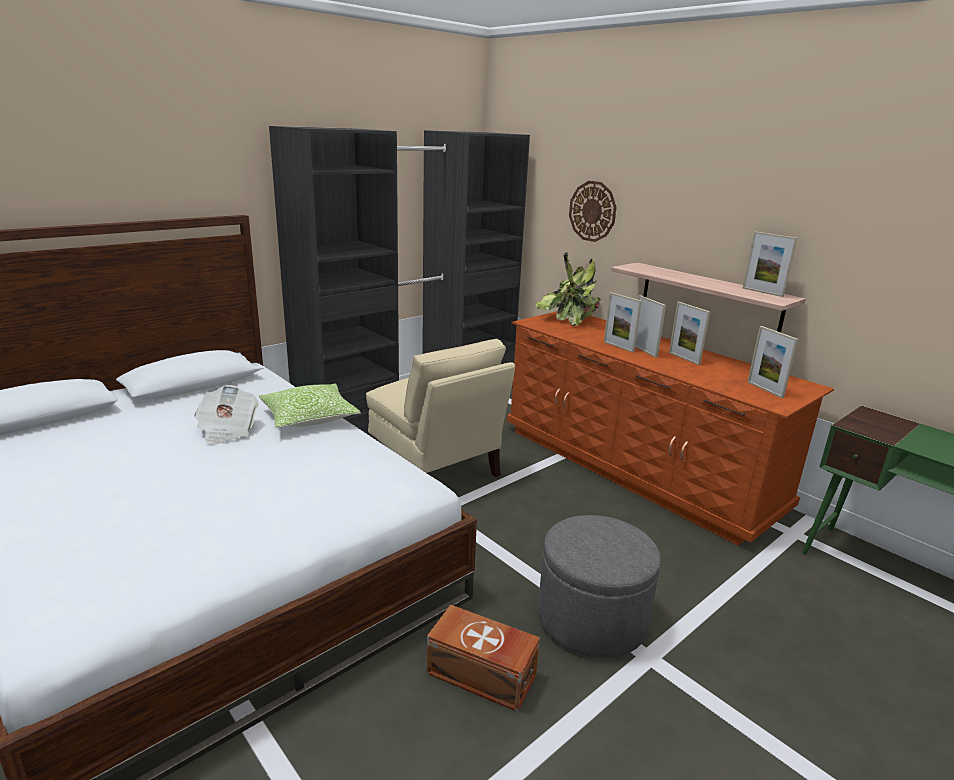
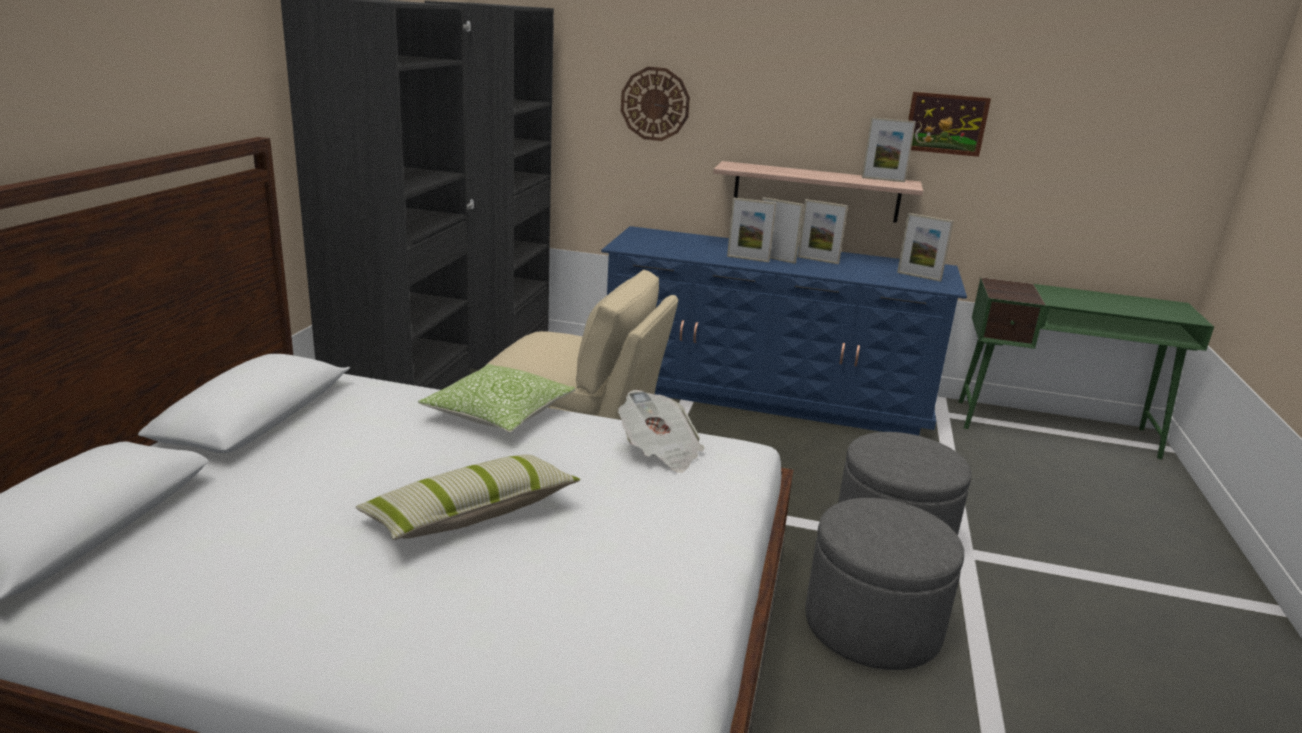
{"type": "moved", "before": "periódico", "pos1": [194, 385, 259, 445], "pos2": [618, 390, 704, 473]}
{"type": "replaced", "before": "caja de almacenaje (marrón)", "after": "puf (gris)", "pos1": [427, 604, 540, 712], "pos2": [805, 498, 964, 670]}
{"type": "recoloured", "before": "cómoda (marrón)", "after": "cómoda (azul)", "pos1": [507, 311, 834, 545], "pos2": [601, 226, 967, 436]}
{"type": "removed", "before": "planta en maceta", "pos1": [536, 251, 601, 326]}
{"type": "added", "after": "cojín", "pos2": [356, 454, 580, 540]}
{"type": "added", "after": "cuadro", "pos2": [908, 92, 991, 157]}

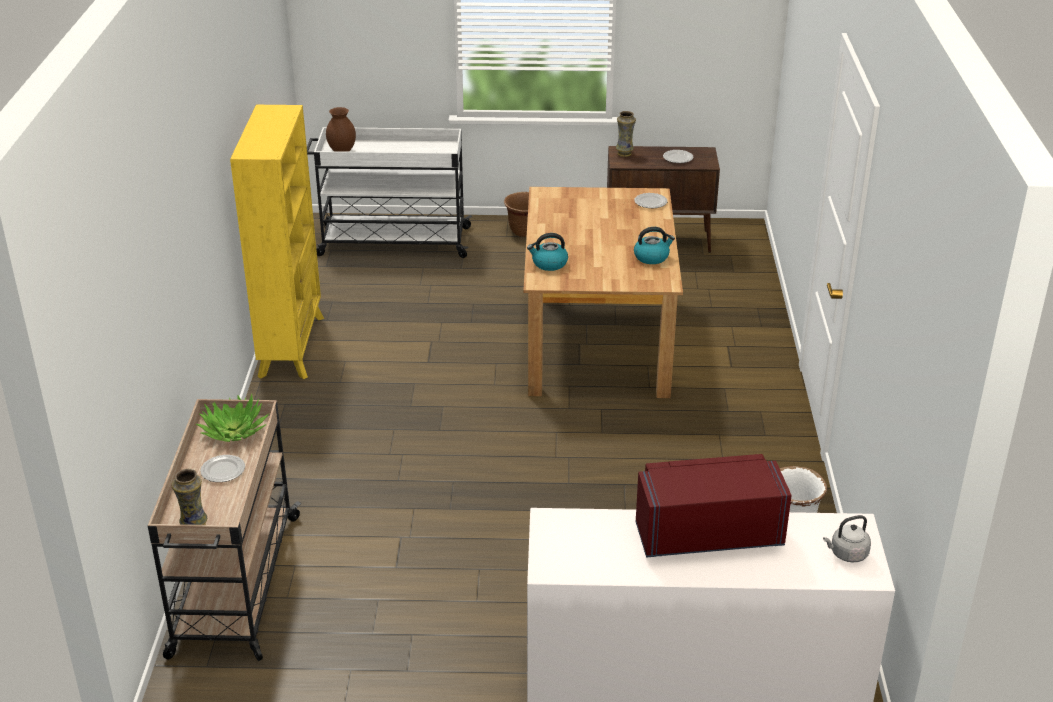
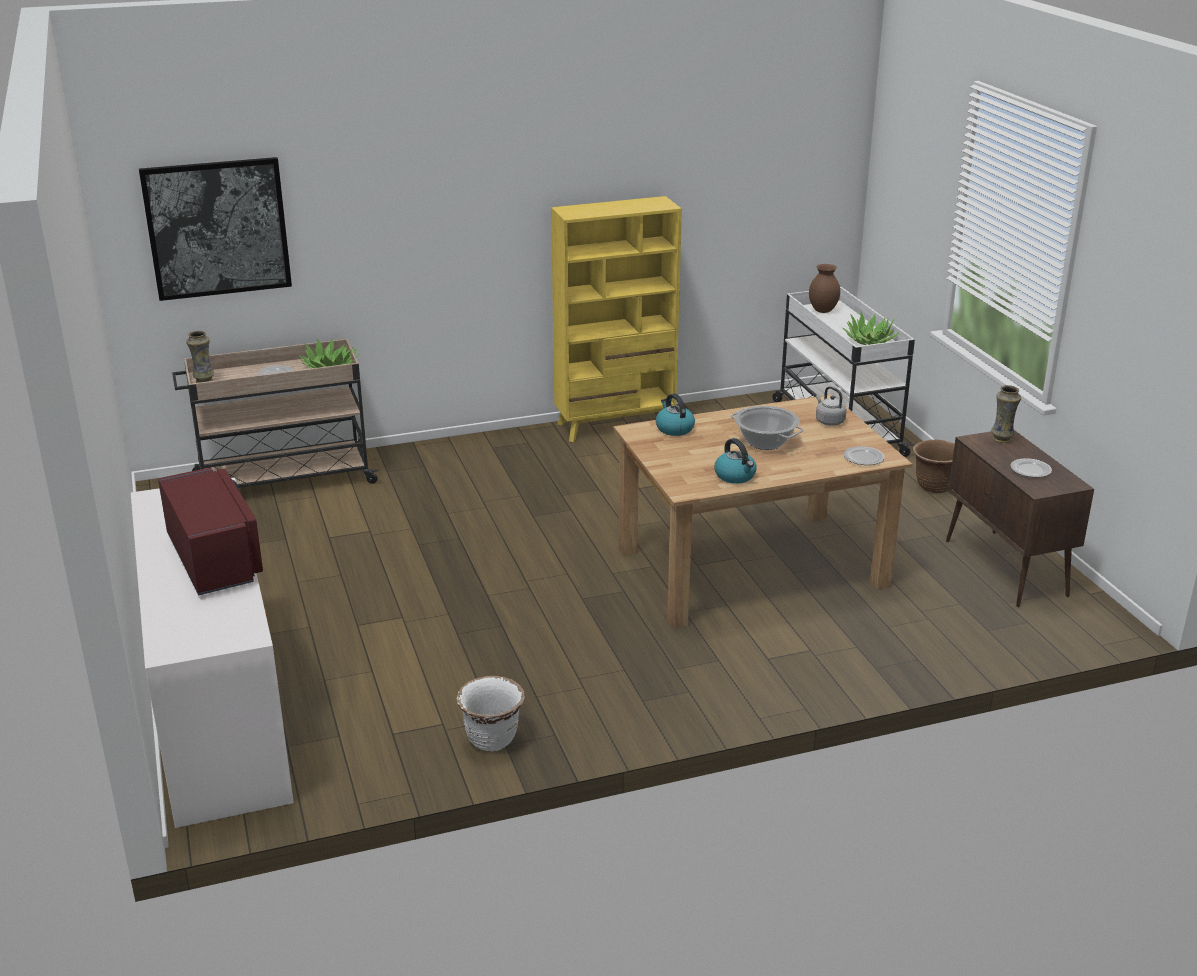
{"type": "moved", "before": "hervidor (gris)", "pos1": [823, 515, 871, 562], "pos2": [816, 386, 846, 426]}
{"type": "added", "after": "cuadro", "pos2": [139, 157, 292, 301]}
{"type": "added", "after": "olla", "pos2": [730, 406, 804, 450]}
{"type": "added", "after": "planta en maceta", "pos2": [843, 312, 900, 345]}

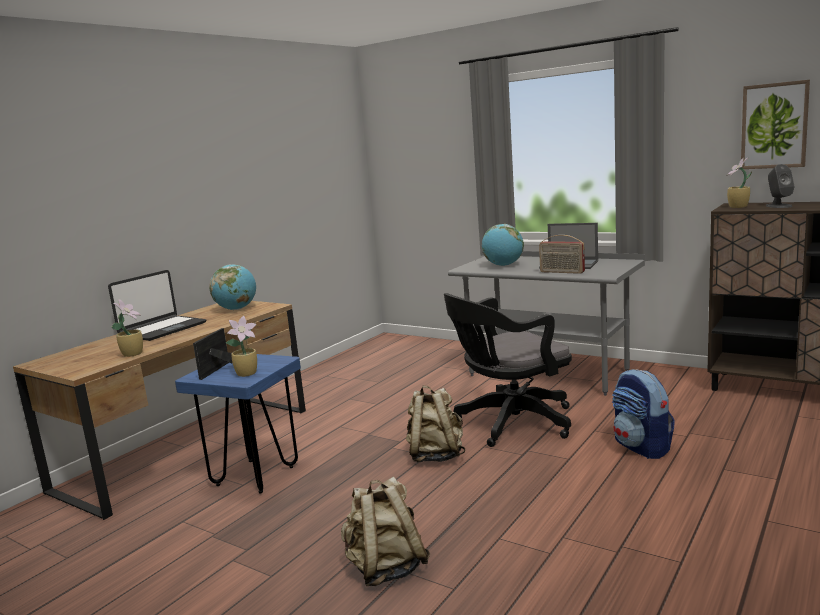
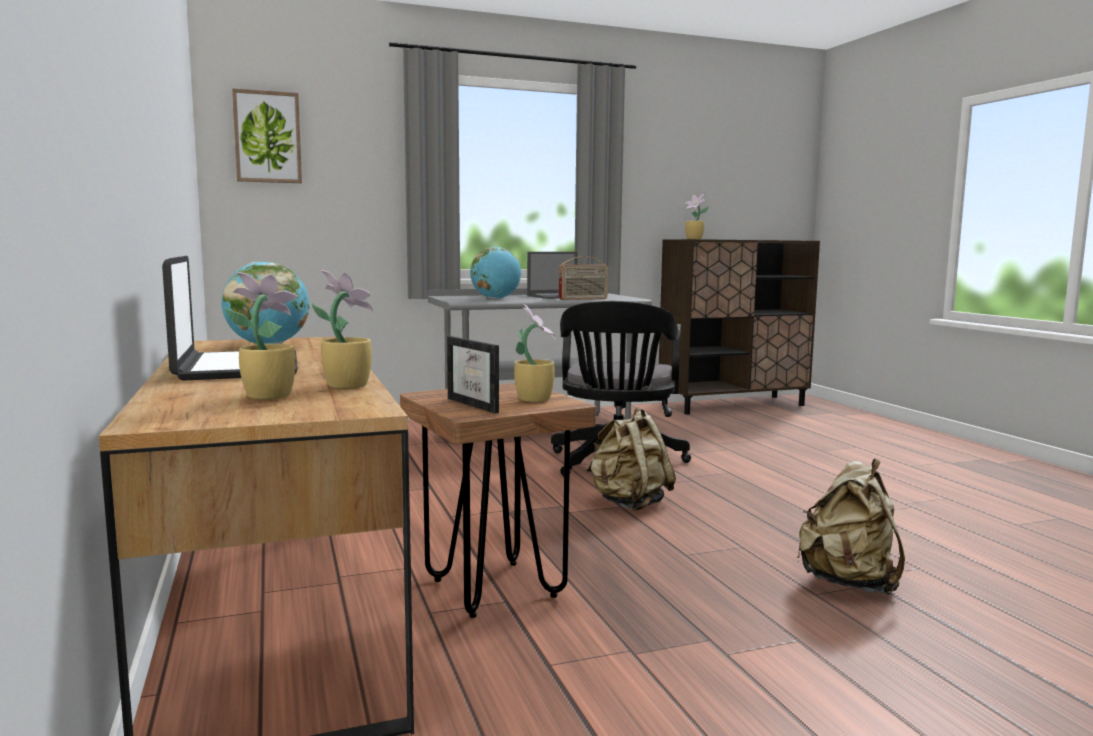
{"type": "recoloured", "before": "taburete (azul)", "after": "taburete (marrón)", "pos1": [175, 354, 301, 494], "pos2": [400, 383, 596, 618]}
{"type": "removed", "before": "mochila", "pos1": [612, 369, 675, 459]}
{"type": "moved", "before": "cuadro", "pos1": [741, 80, 810, 169], "pos2": [232, 88, 302, 183]}
{"type": "removed", "before": "altavoz (gris)", "pos1": [766, 164, 794, 208]}
{"type": "added", "after": "planta en maceta", "pos2": [225, 272, 298, 400]}

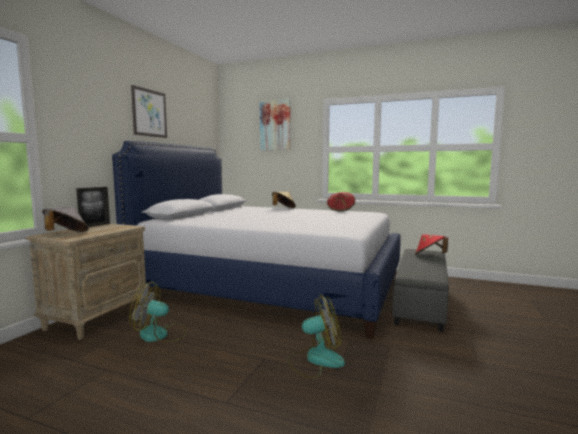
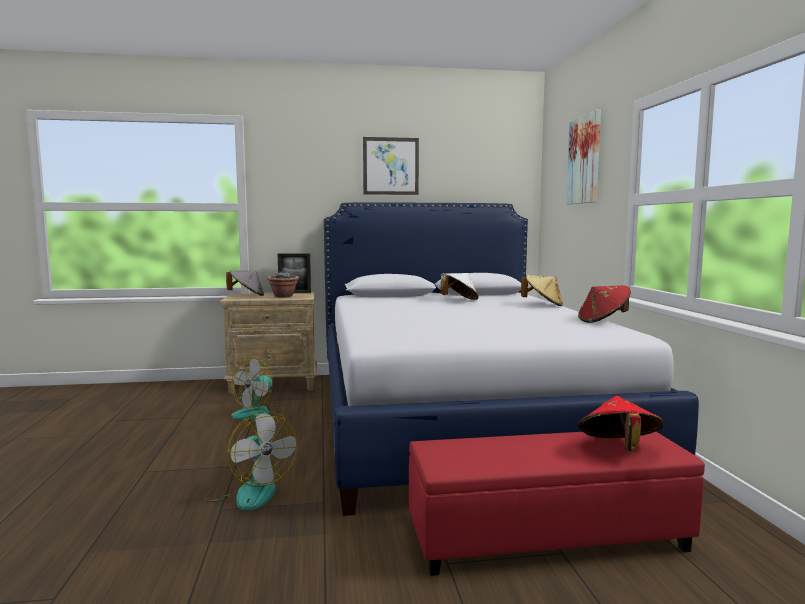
{"type": "turned", "before": "ventilador", "pos1": [129, 282, 186, 342], "pos2": [231, 357, 283, 420], "turn": -120}
{"type": "recoloured", "before": "puf (gris)", "after": "puf (rojo)", "pos1": [392, 249, 449, 332], "pos2": [409, 432, 705, 576]}
{"type": "added", "after": "planta en maceta", "pos2": [267, 271, 299, 297]}
{"type": "added", "after": "sombrero (blanco)", "pos2": [440, 273, 479, 300]}

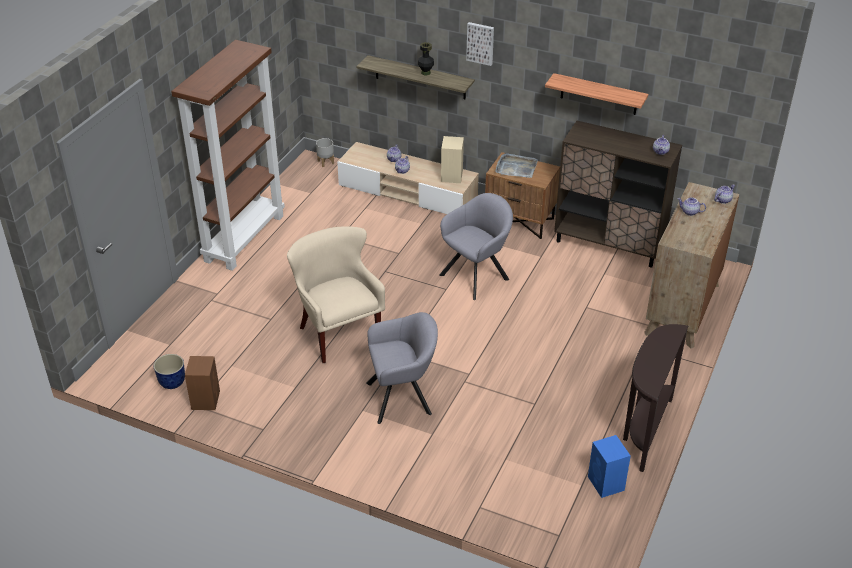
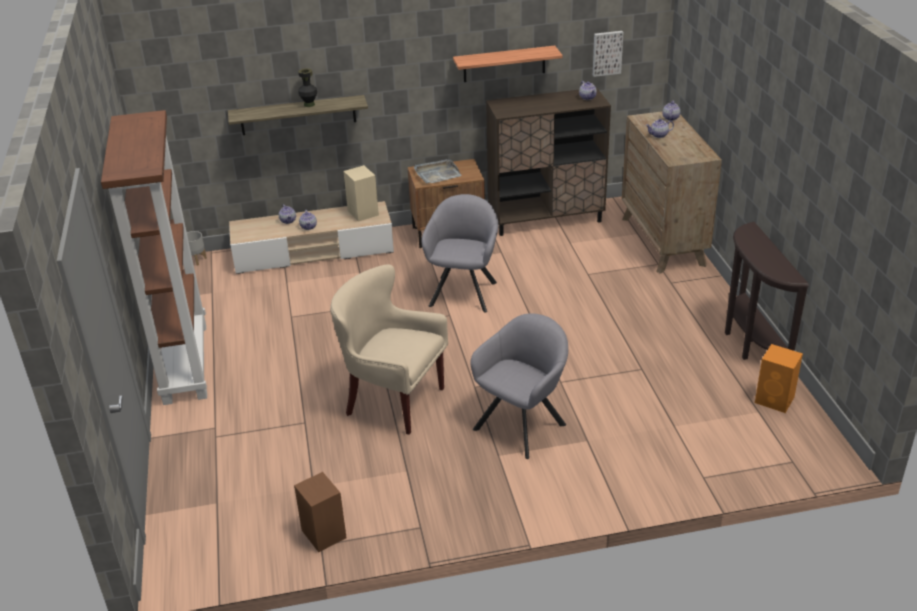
{"type": "removed", "before": "maceta", "pos1": [154, 354, 185, 389]}
{"type": "moved", "before": "cuadro", "pos1": [466, 22, 494, 66], "pos2": [593, 31, 624, 77]}
{"type": "recoloured", "before": "altavoz (azul)", "after": "altavoz (naranja)", "pos1": [588, 435, 631, 498], "pos2": [755, 344, 803, 413]}

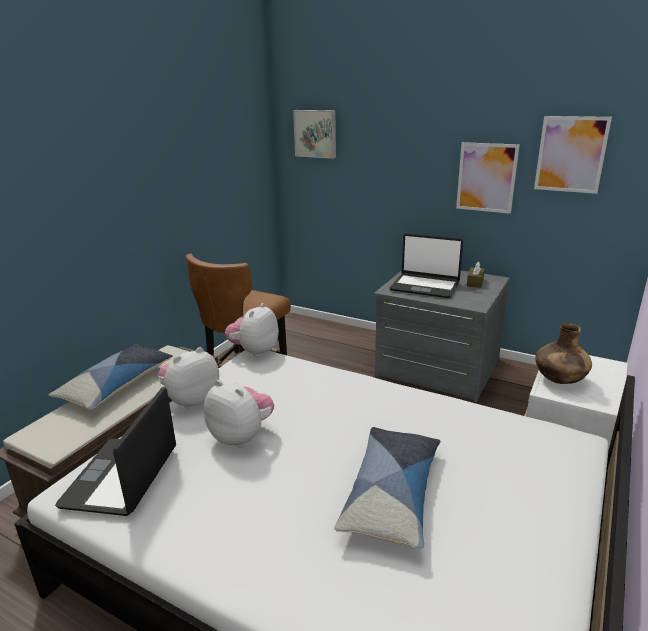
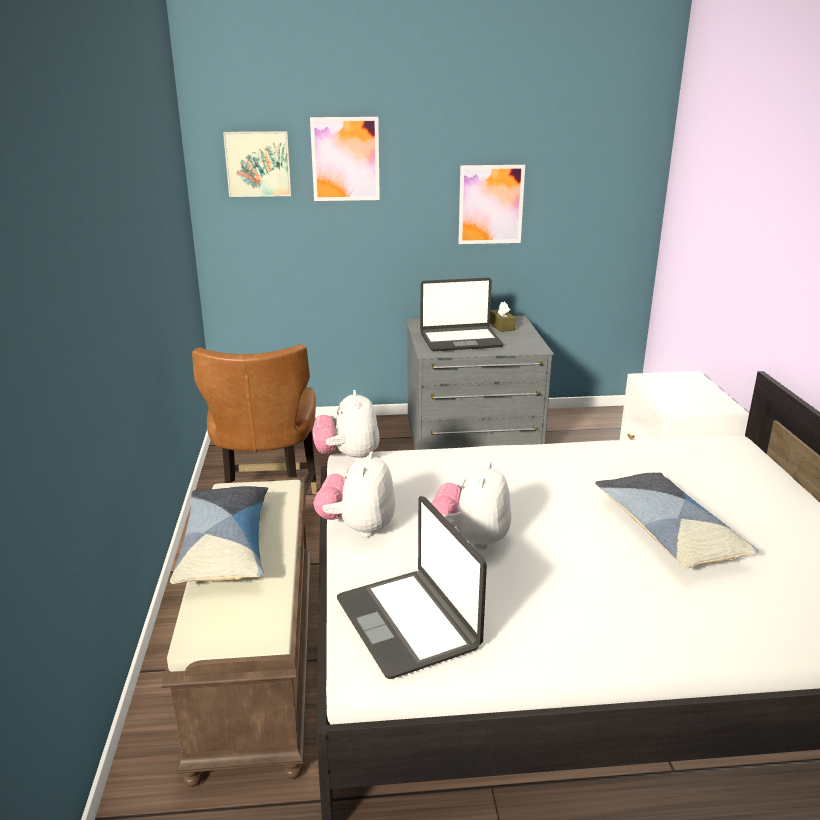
{"type": "turned", "before": "peluche", "pos1": [204, 380, 274, 447], "pos2": [431, 462, 511, 550], "turn": -75}
{"type": "moved", "before": "cuadro", "pos1": [534, 116, 612, 194], "pos2": [310, 117, 380, 201]}
{"type": "removed", "before": "florero (marrón)", "pos1": [535, 323, 592, 384]}

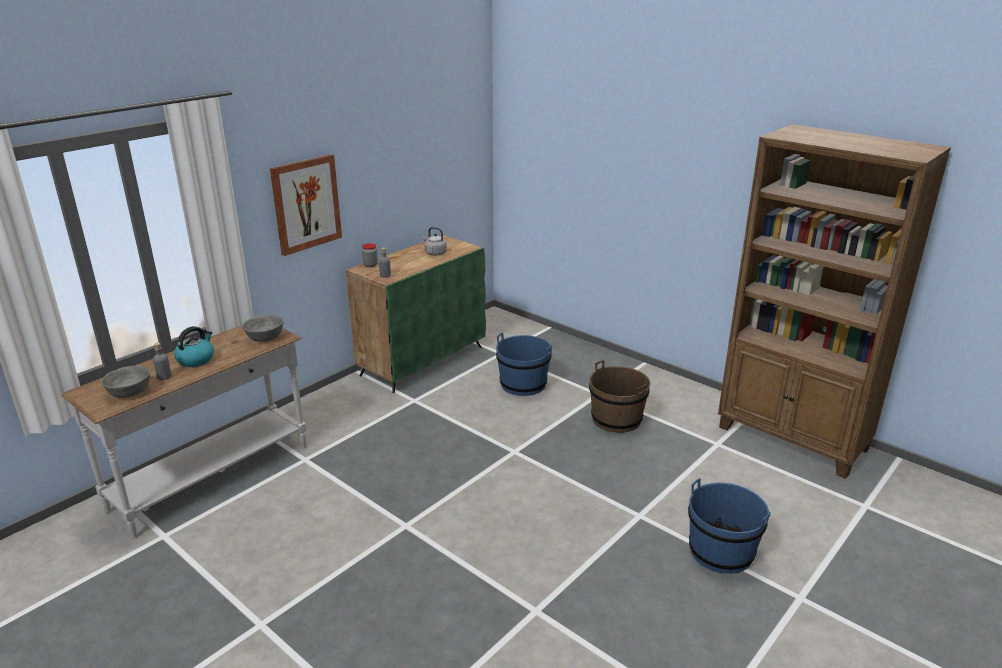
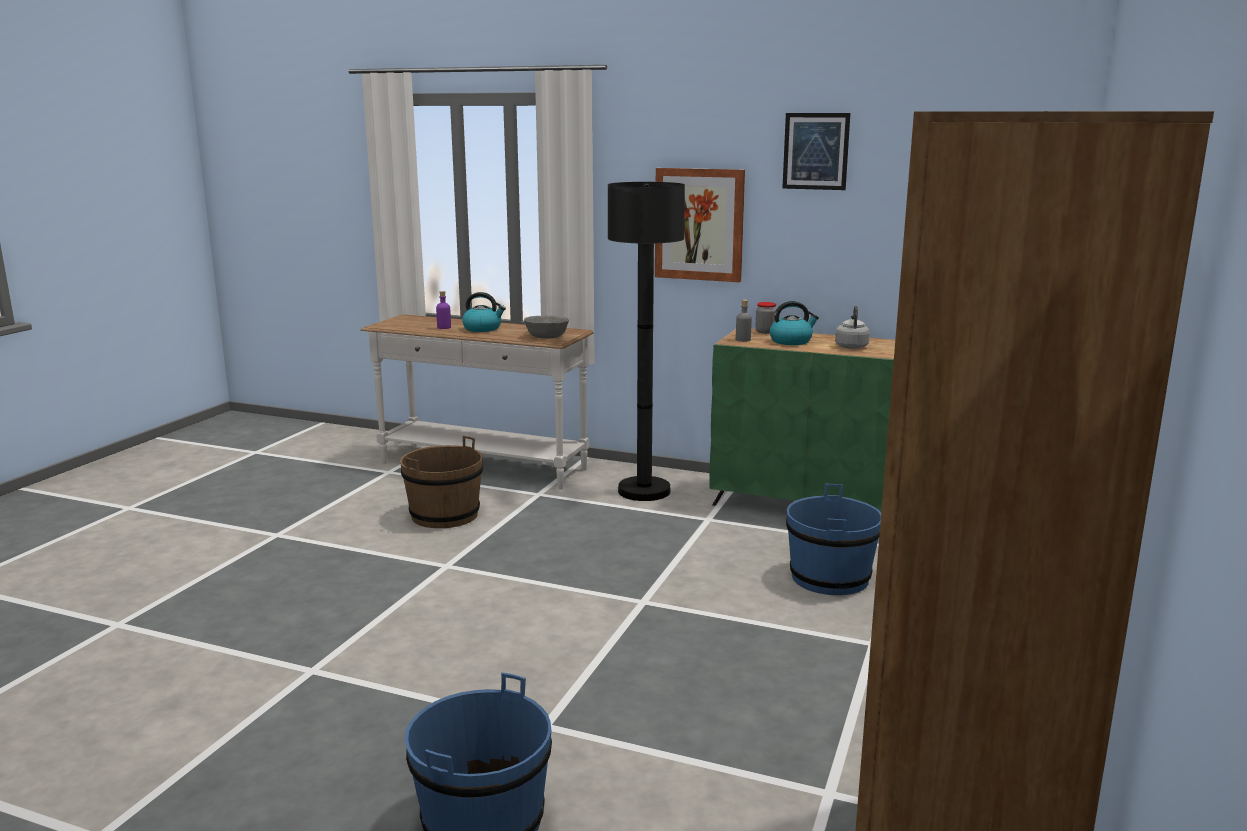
{"type": "removed", "before": "cuenco (gris)", "pos1": [101, 366, 150, 398]}
{"type": "recoloured", "before": "botella (gris)", "after": "botella (morado)", "pos1": [153, 343, 172, 380], "pos2": [436, 291, 451, 329]}
{"type": "moved", "before": "cubo (marrón)", "pos1": [589, 360, 651, 433], "pos2": [400, 436, 483, 528]}
{"type": "added", "after": "lámpara de pie (negro)", "pos2": [608, 182, 685, 501]}
{"type": "added", "after": "hervidor", "pos2": [769, 301, 819, 345]}
{"type": "added", "after": "cuadro", "pos2": [782, 113, 850, 190]}

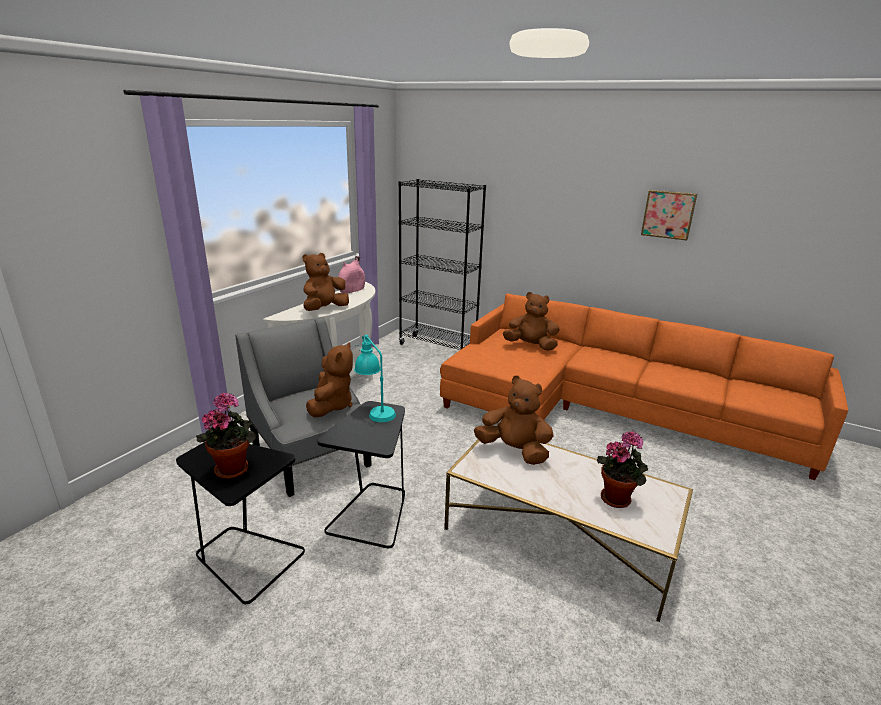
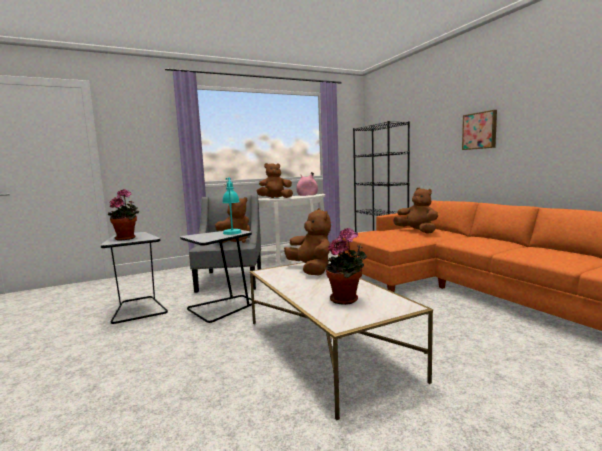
{"type": "moved", "before": "cuadro", "pos1": [641, 190, 697, 241], "pos2": [462, 110, 497, 150]}

